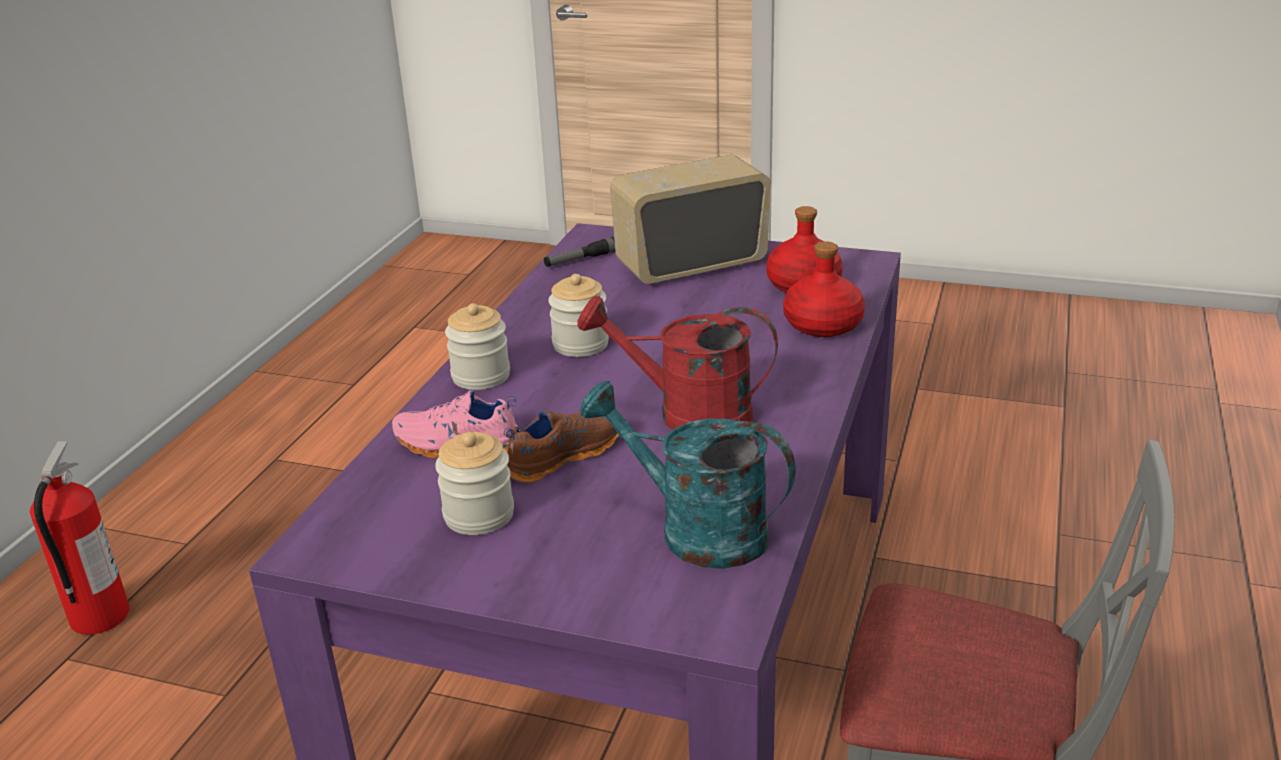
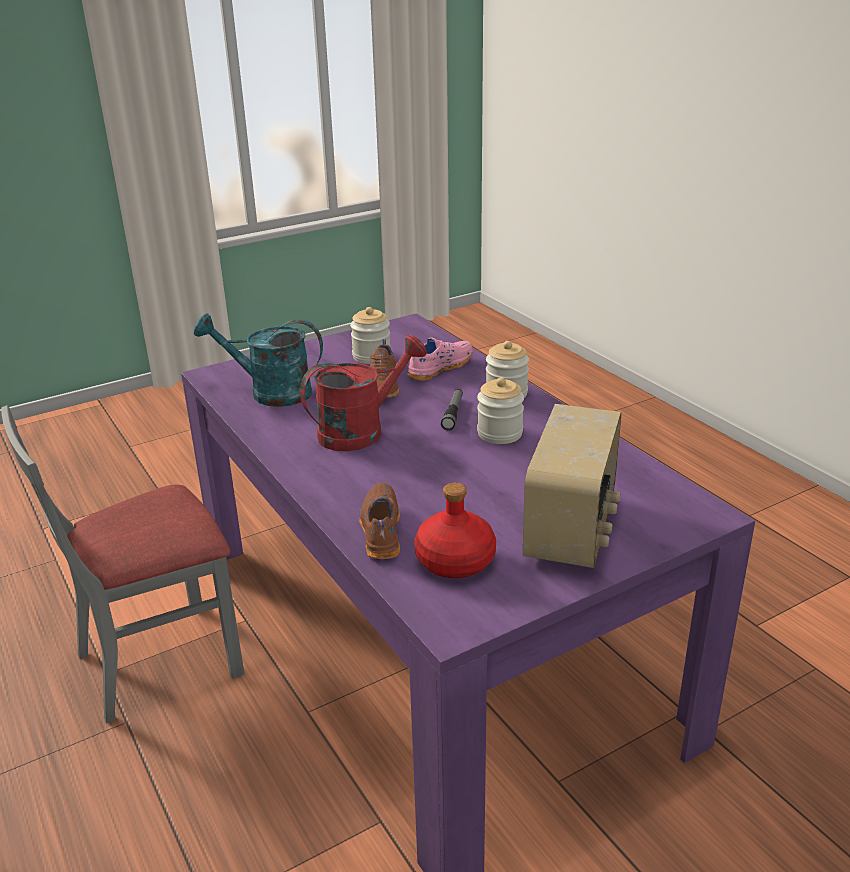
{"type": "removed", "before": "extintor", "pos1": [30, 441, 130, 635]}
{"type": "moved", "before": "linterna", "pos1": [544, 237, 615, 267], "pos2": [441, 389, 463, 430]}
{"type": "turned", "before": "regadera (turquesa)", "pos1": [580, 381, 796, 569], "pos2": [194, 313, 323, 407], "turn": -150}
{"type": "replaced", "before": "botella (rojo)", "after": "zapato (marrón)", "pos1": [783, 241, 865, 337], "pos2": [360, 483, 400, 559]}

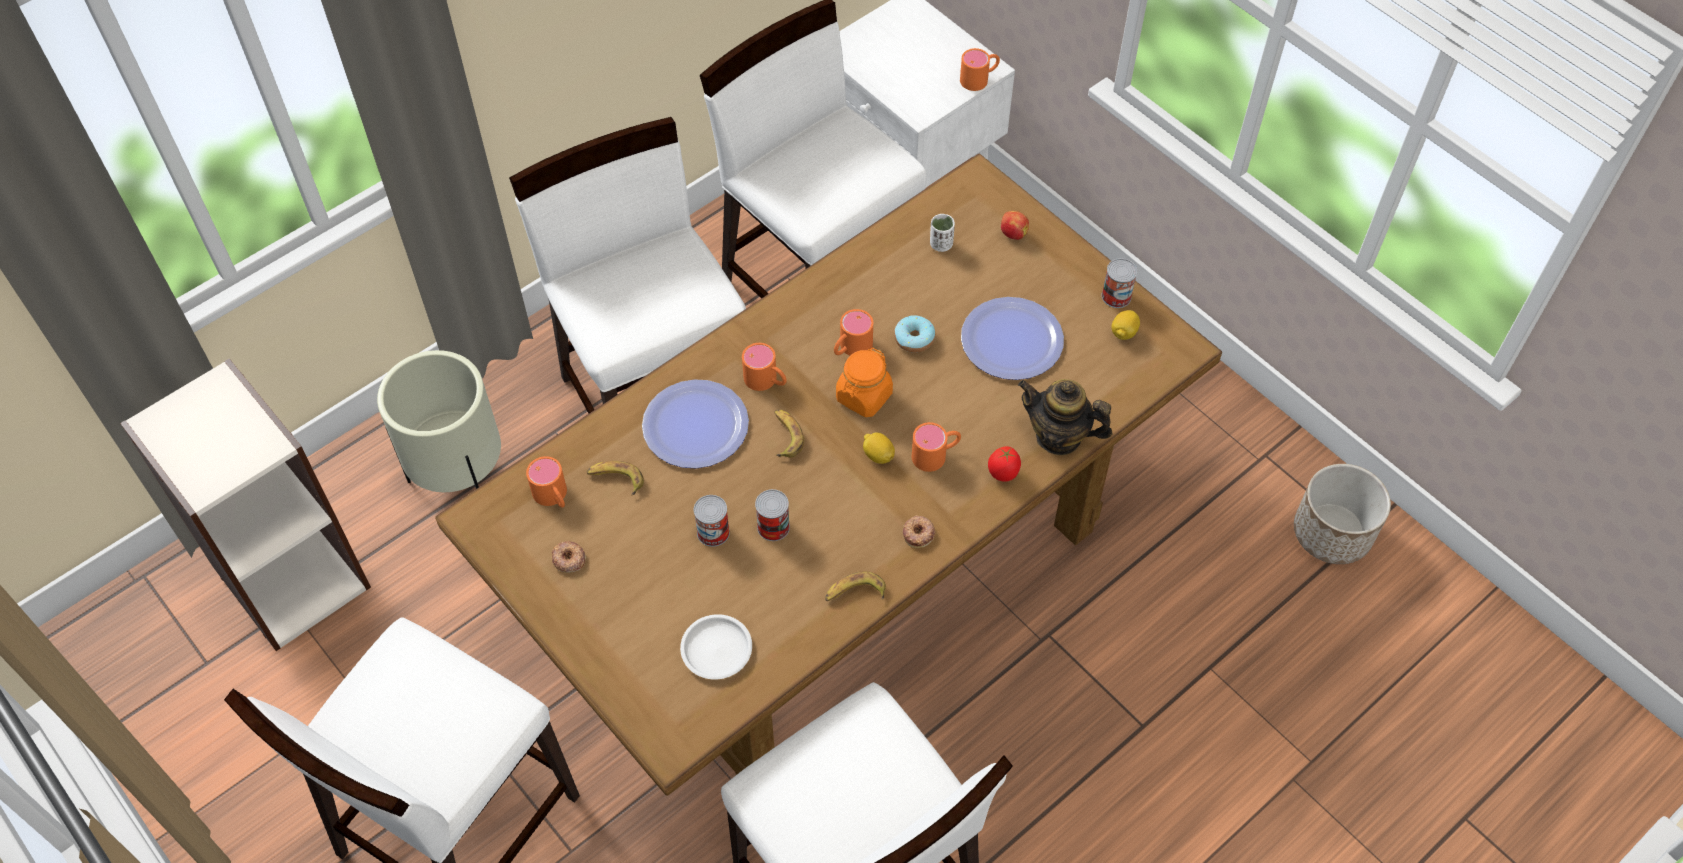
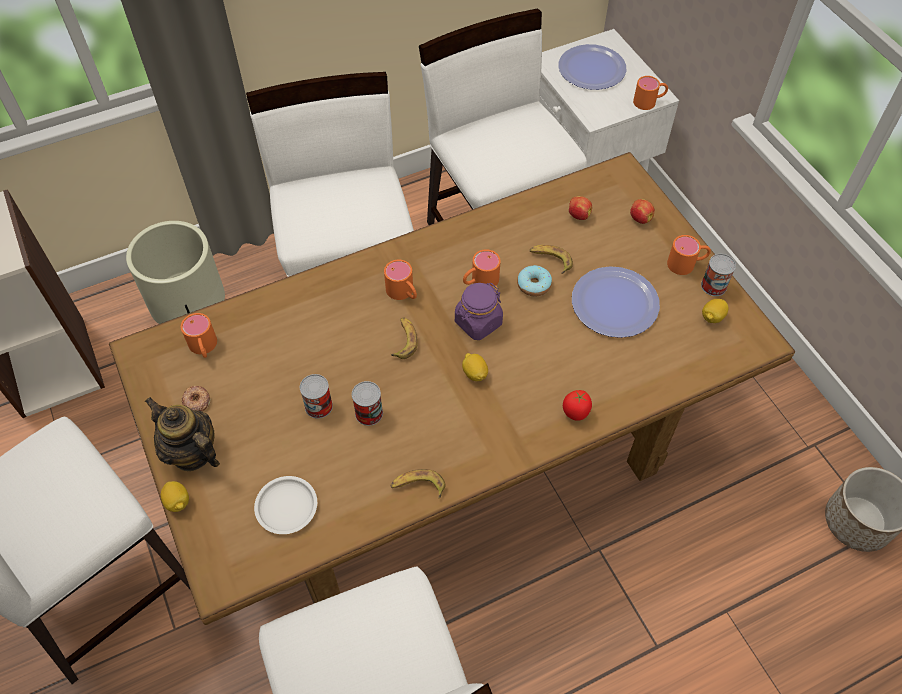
{"type": "moved", "before": "plátano", "pos1": [587, 461, 644, 495], "pos2": [530, 245, 573, 274]}
{"type": "moved", "before": "plato", "pos1": [642, 379, 749, 468], "pos2": [559, 44, 627, 90]}
{"type": "recoloured", "before": "tarro (naranja)", "after": "tarro (morado)", "pos1": [836, 348, 893, 417], "pos2": [455, 283, 503, 340]}
{"type": "removed", "before": "rosquilla", "pos1": [903, 515, 935, 548]}
{"type": "moved", "before": "taza grande (naranja)", "pos1": [912, 422, 961, 472], "pos2": [667, 235, 711, 275]}
{"type": "replaced", "before": "taza (blanco)", "after": "manzana", "pos1": [930, 214, 955, 252], "pos2": [569, 196, 592, 220]}
{"type": "moved", "before": "tetera", "pos1": [1018, 379, 1112, 455], "pos2": [145, 397, 220, 471]}
{"type": "added", "after": "limón", "pos2": [161, 481, 189, 512]}

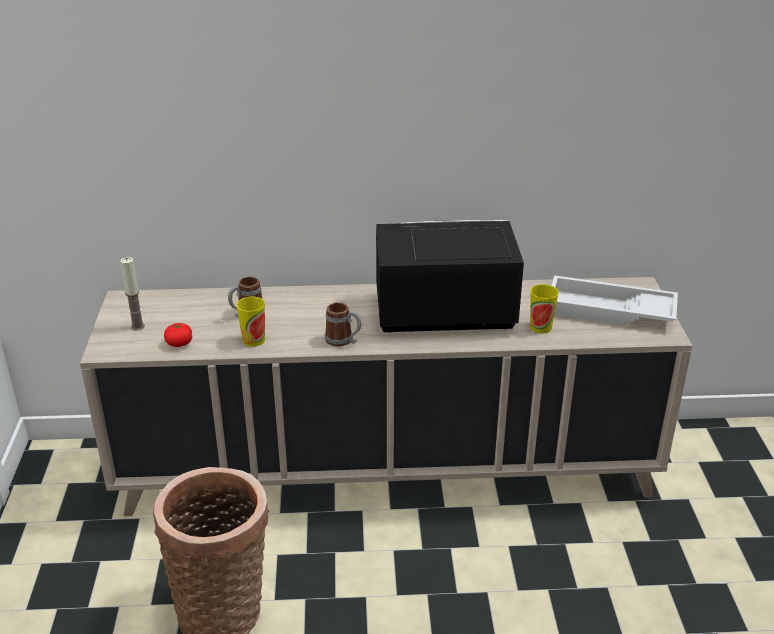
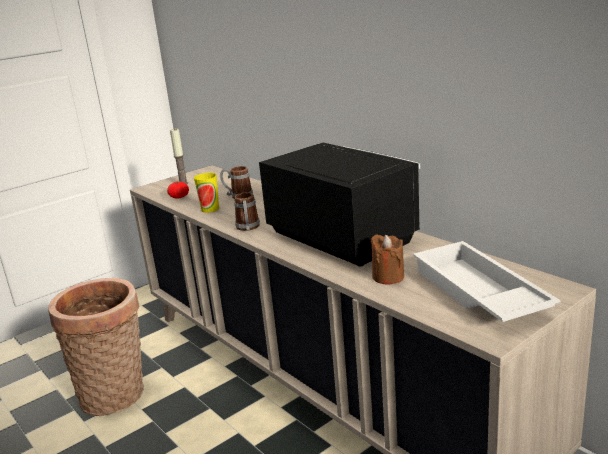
{"type": "replaced", "before": "taza", "after": "vela (marrón)", "pos1": [530, 284, 559, 333], "pos2": [370, 235, 404, 285]}

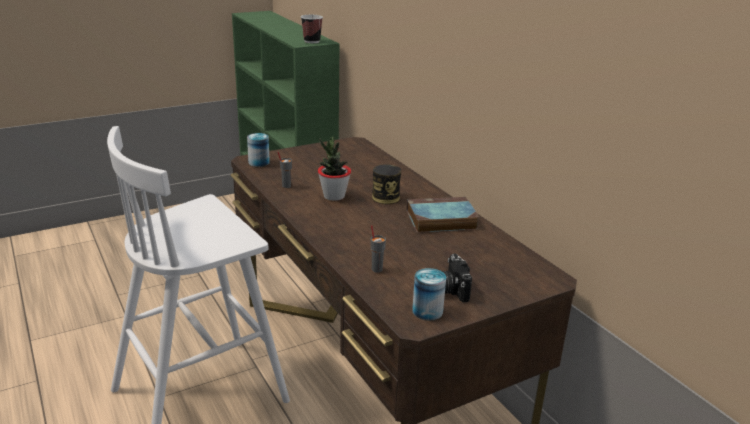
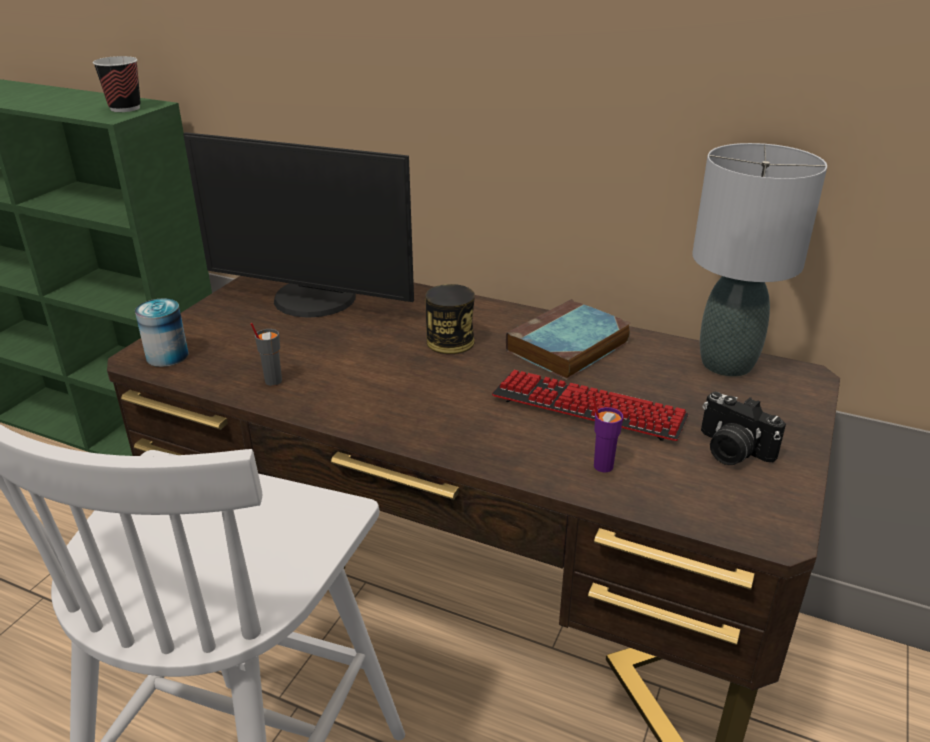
{"type": "removed", "before": "planta en maceta", "pos1": [318, 137, 351, 201]}
{"type": "recoloured", "before": "taza (gris)", "after": "taza (morado)", "pos1": [371, 225, 386, 273], "pos2": [592, 396, 623, 472]}
{"type": "removed", "before": "lata", "pos1": [412, 268, 446, 320]}
{"type": "added", "after": "monitor", "pos2": [183, 132, 414, 318]}
{"type": "added", "after": "teclado", "pos2": [492, 370, 689, 441]}
{"type": "added", "after": "lámpara de mesa (gris)", "pos2": [692, 143, 827, 377]}

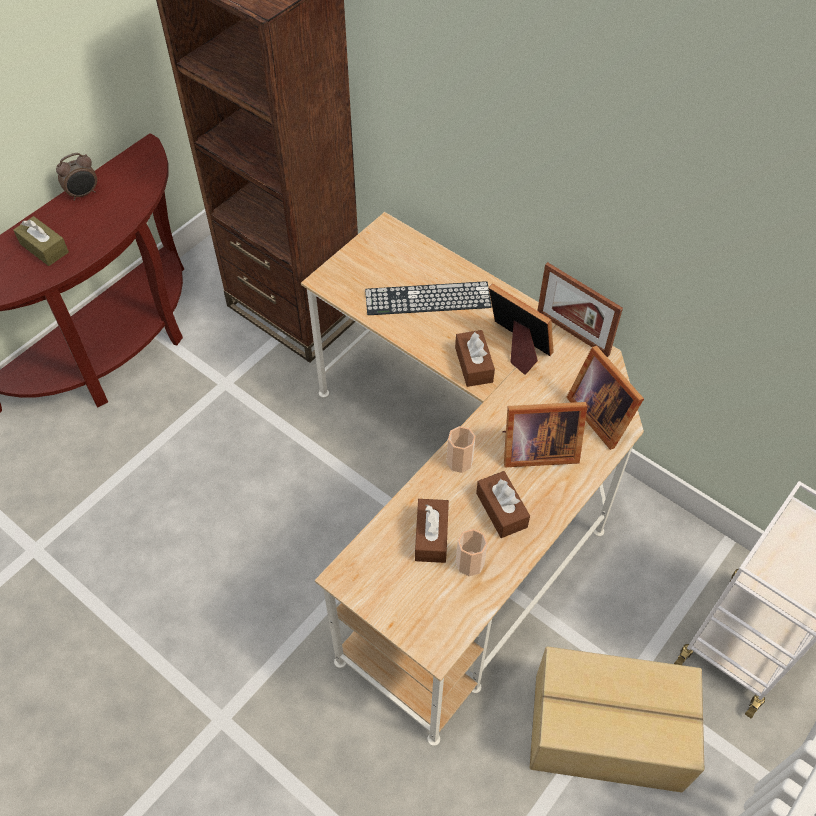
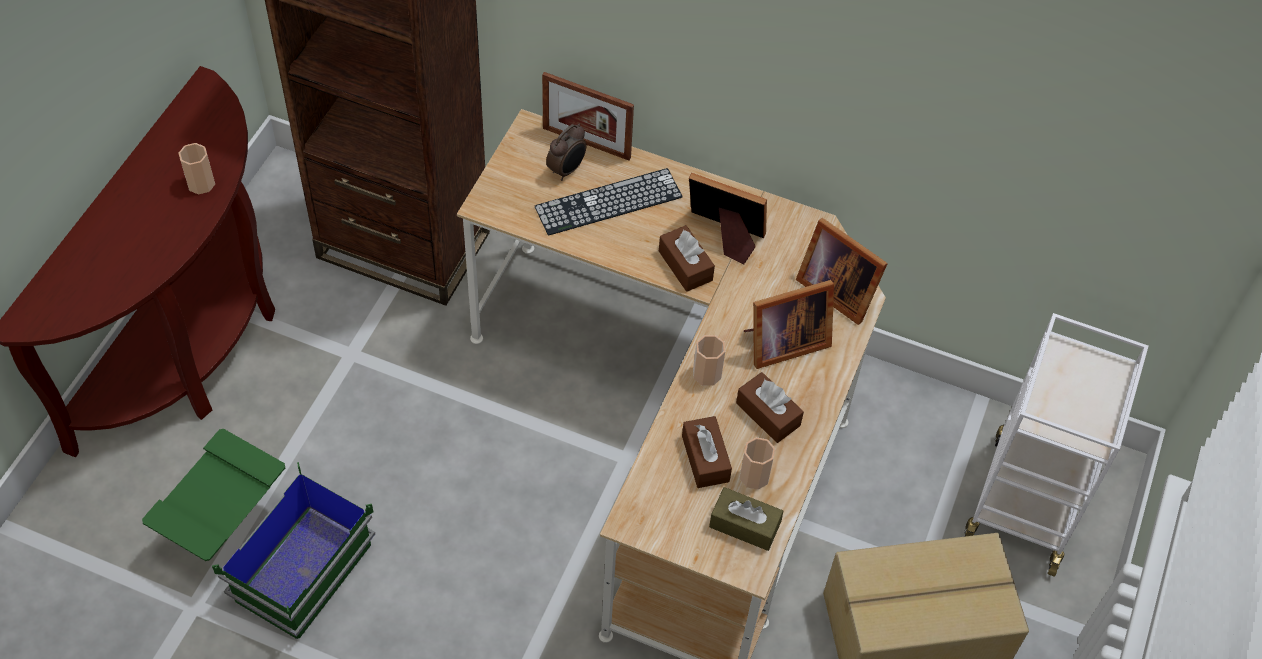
{"type": "moved", "before": "caja de pañuelos (marrón)", "pos1": [14, 216, 69, 266], "pos2": [709, 487, 783, 551]}
{"type": "moved", "before": "despertador", "pos1": [56, 153, 97, 201], "pos2": [546, 124, 587, 181]}
{"type": "moved", "before": "portarretratos", "pos1": [537, 262, 623, 357], "pos2": [542, 72, 634, 161]}
{"type": "added", "after": "caja de almacenaje (verde)", "pos2": [142, 429, 375, 639]}
{"type": "added", "after": "taza", "pos2": [178, 143, 215, 194]}

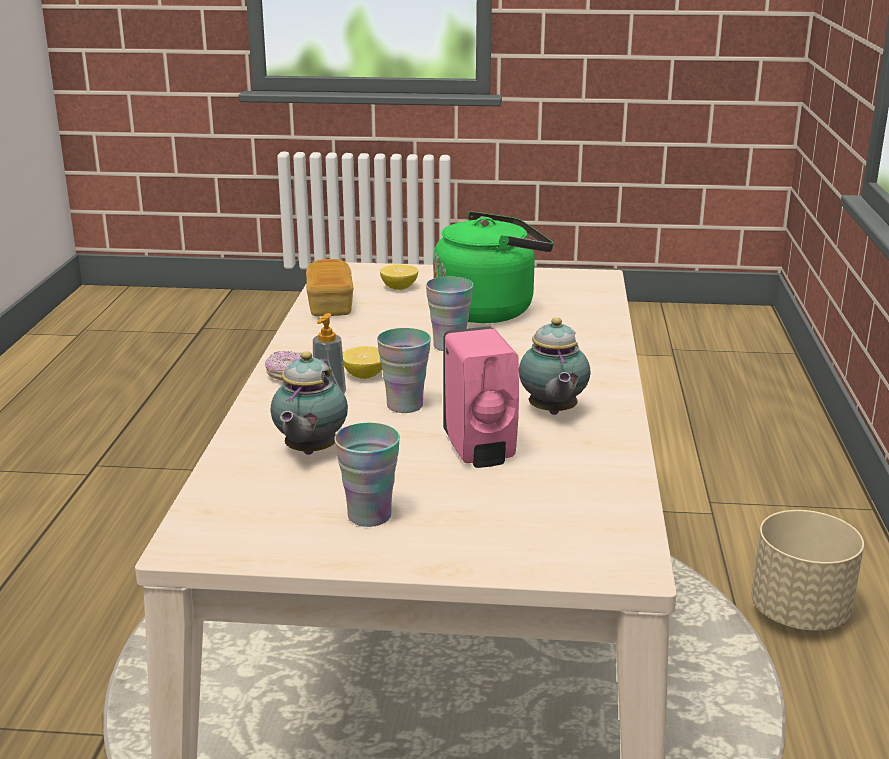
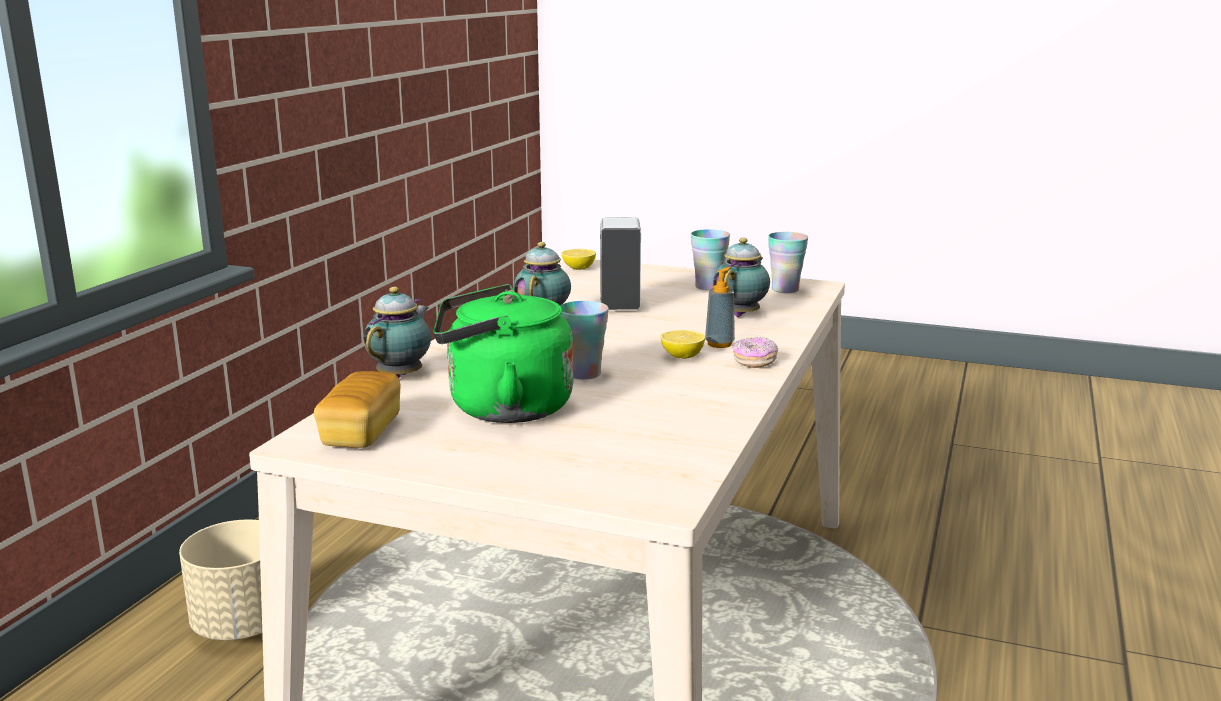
{"type": "moved", "before": "pan", "pos1": [306, 259, 353, 316], "pos2": [314, 371, 401, 448]}
{"type": "moved", "before": "taza", "pos1": [377, 328, 431, 413], "pos2": [768, 232, 808, 293]}
{"type": "moved", "before": "limón", "pos1": [380, 264, 418, 290], "pos2": [561, 249, 596, 270]}
{"type": "recoloured", "before": "dispensador de jabón (rosa)", "after": "dispensador de jabón (blanco)", "pos1": [443, 326, 519, 468], "pos2": [600, 217, 641, 310]}
{"type": "added", "after": "tetera", "pos2": [363, 287, 431, 378]}

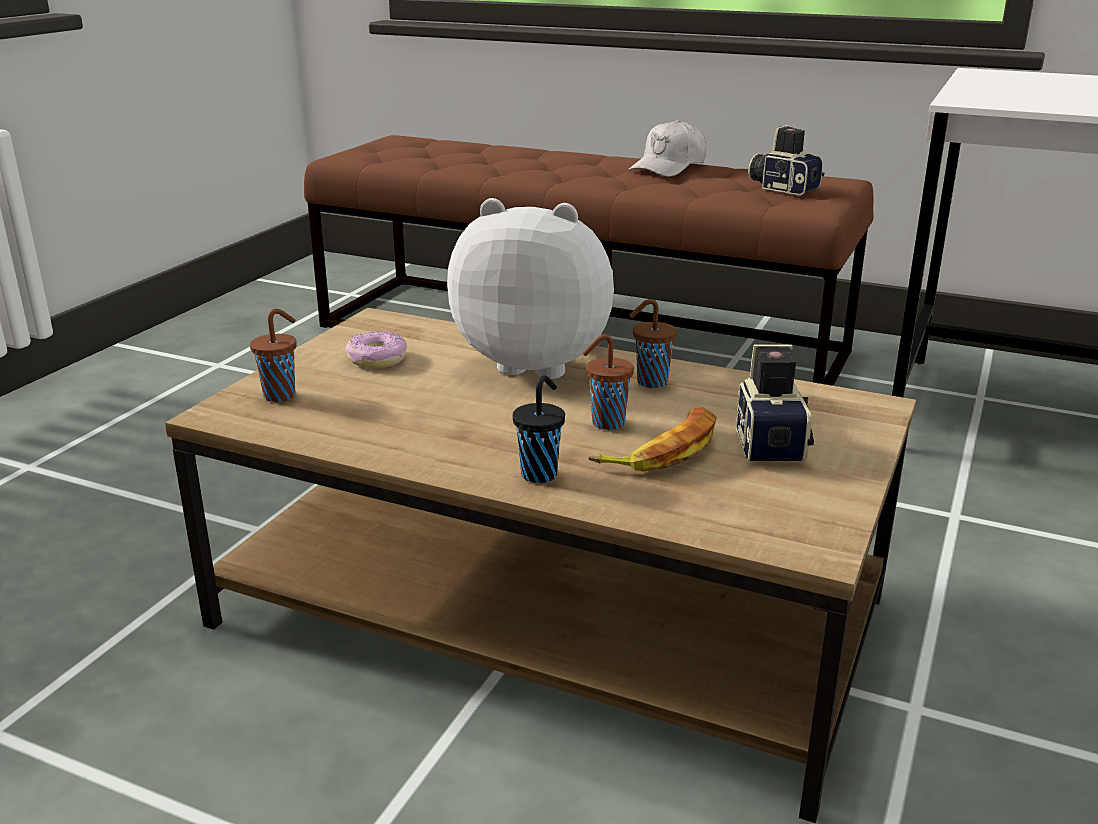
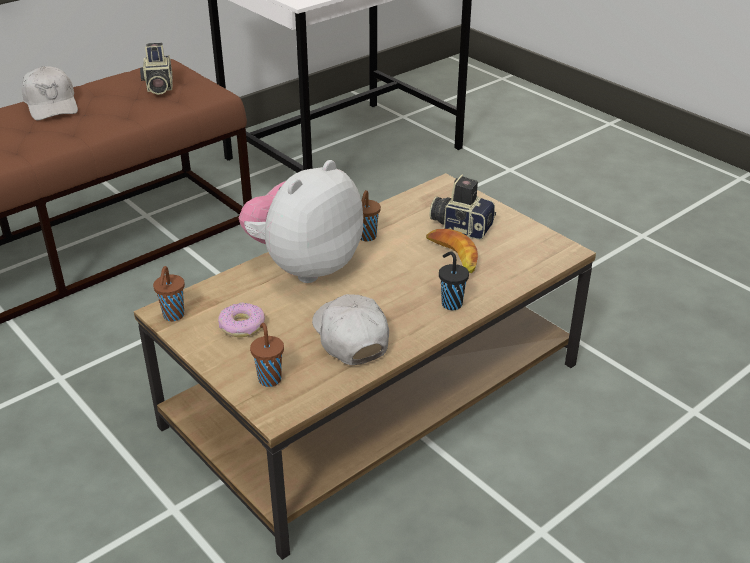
{"type": "moved", "before": "taza (marrón)", "pos1": [582, 334, 634, 430], "pos2": [153, 266, 185, 321]}
{"type": "turned", "before": "cámara", "pos1": [748, 125, 824, 195], "pos2": [140, 43, 173, 95], "turn": -75}
{"type": "added", "after": "gorra (blanco)", "pos2": [312, 294, 389, 365]}

